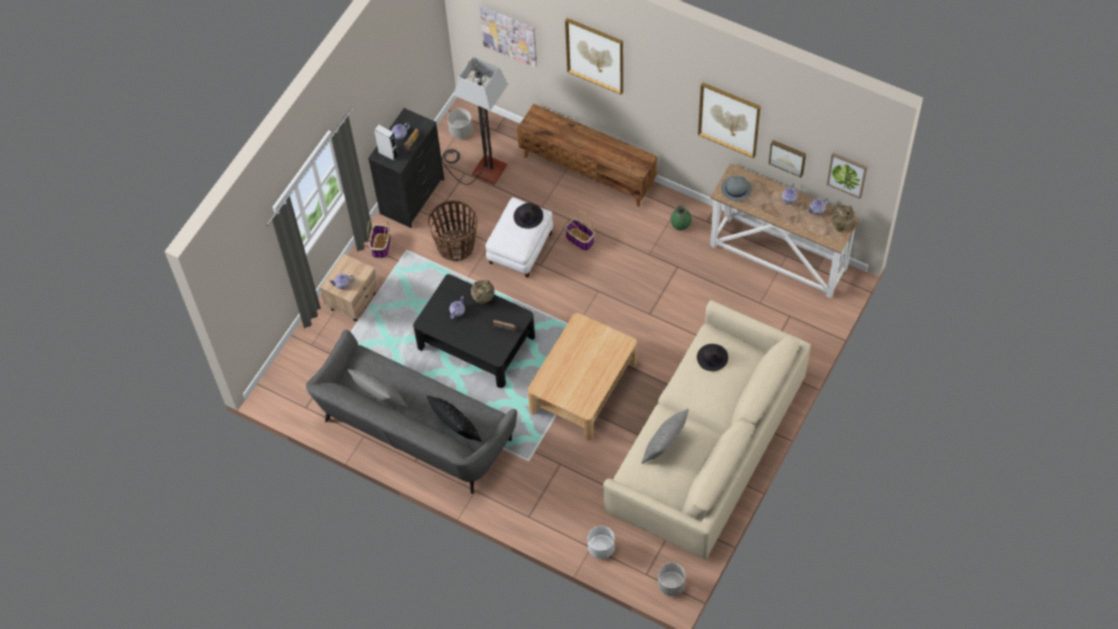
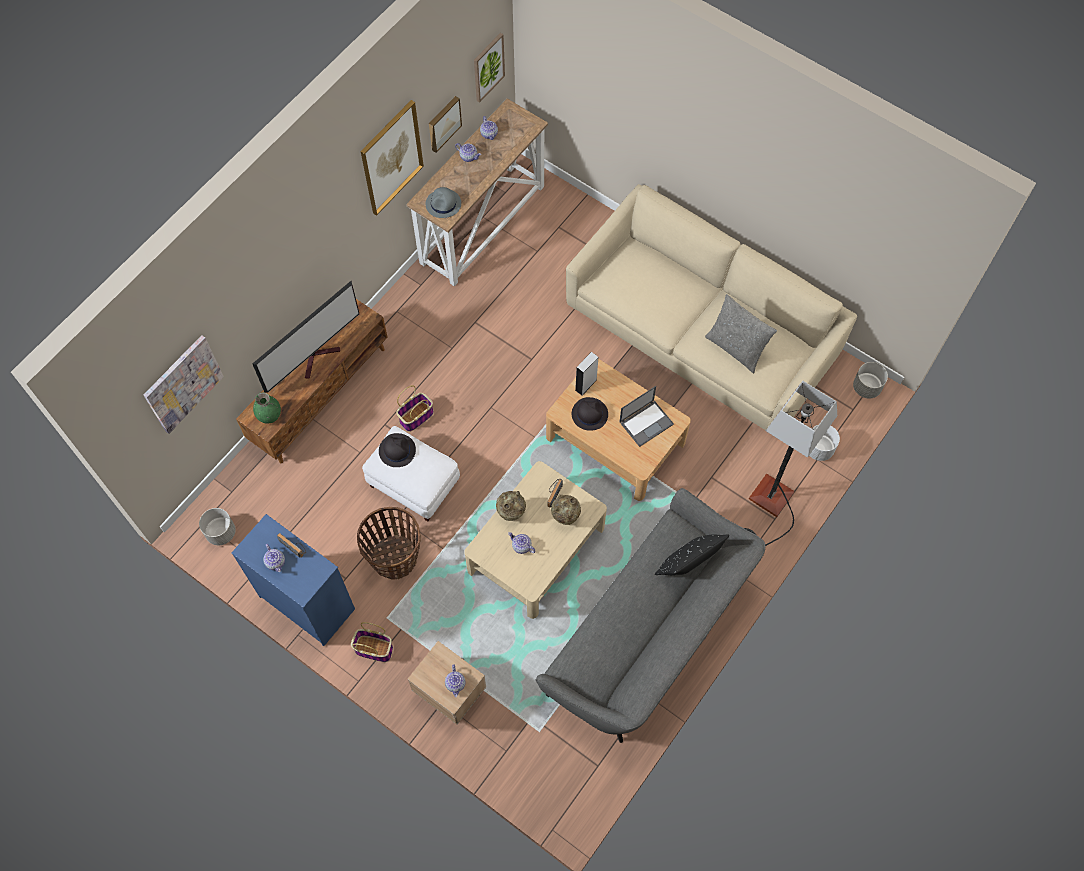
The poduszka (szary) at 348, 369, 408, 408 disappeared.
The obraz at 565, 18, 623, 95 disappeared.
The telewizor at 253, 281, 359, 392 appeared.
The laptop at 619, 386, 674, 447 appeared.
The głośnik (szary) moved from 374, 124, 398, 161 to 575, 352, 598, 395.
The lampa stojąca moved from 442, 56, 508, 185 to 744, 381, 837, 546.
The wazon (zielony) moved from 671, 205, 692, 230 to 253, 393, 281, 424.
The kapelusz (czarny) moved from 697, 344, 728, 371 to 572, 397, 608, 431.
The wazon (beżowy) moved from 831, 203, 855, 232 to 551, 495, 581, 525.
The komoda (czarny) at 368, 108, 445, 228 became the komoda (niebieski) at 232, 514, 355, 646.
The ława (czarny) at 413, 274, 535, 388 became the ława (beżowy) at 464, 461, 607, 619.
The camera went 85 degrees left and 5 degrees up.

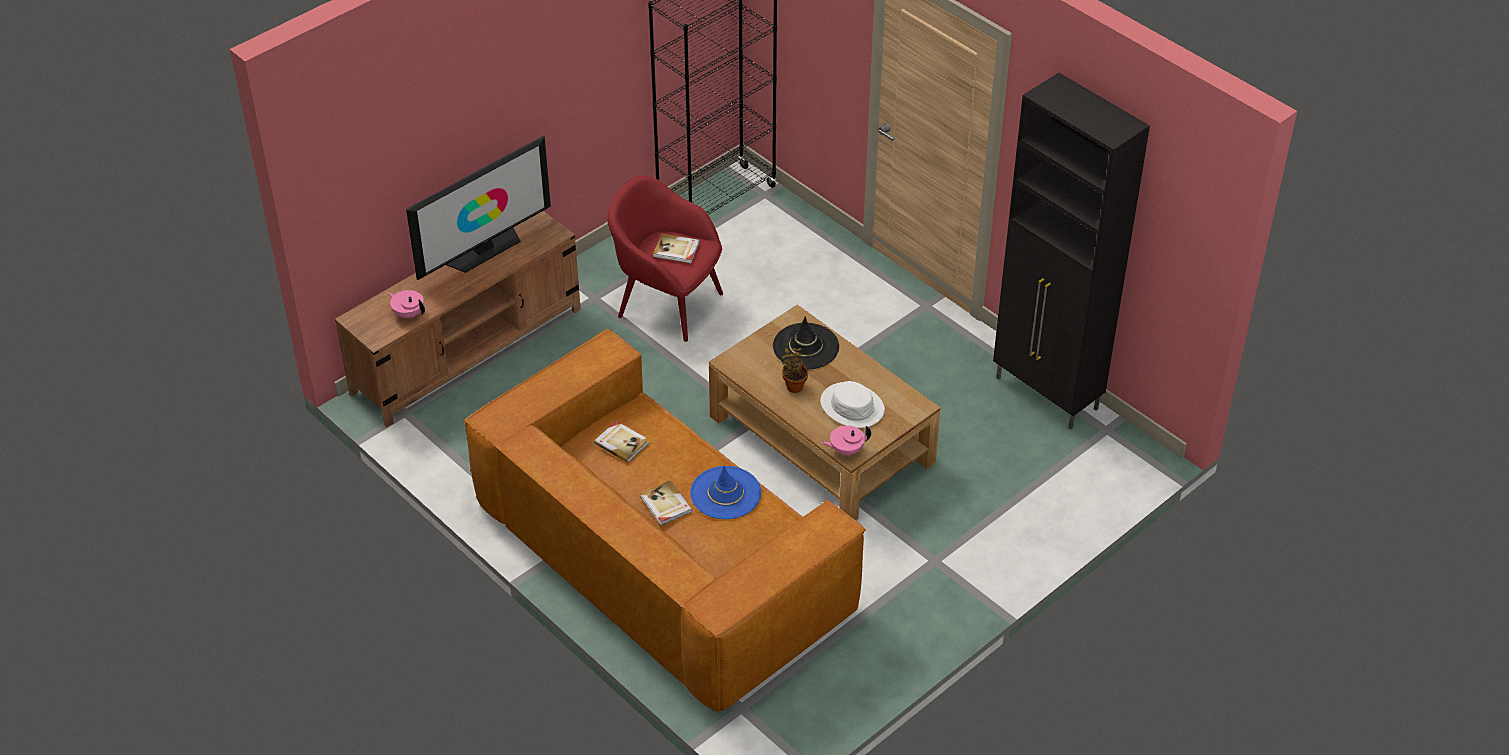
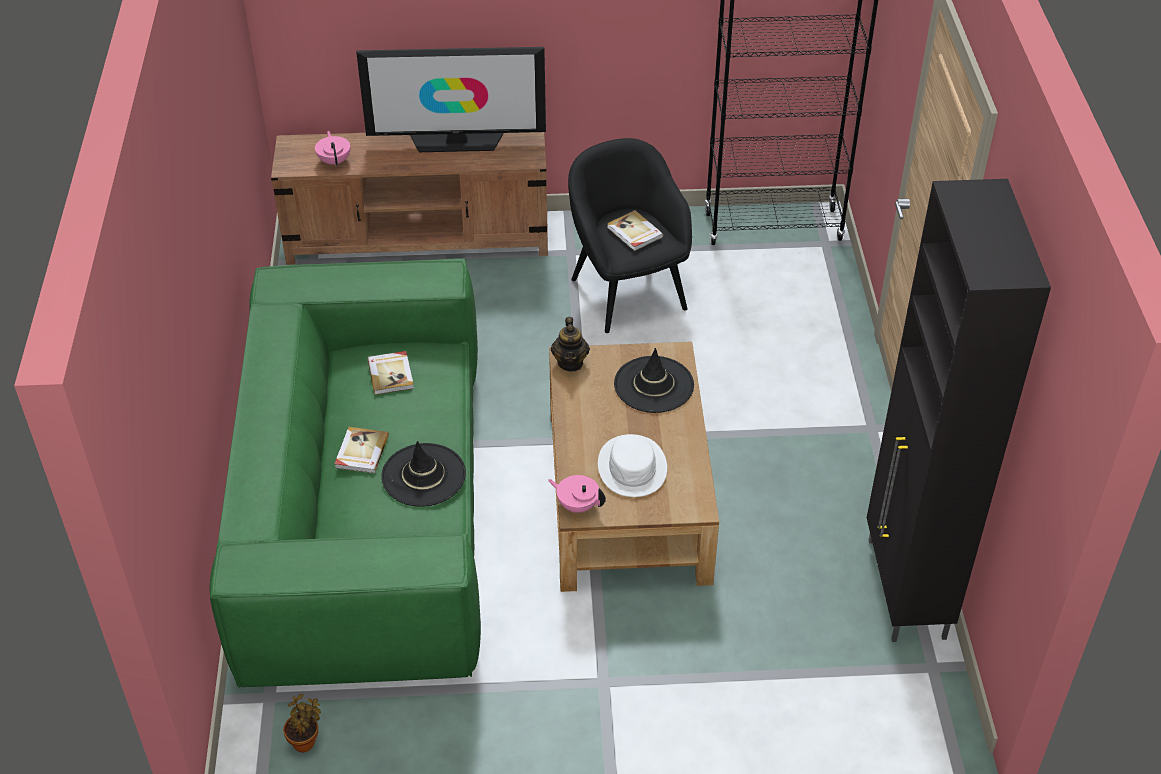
The imbryk at 551, 317, 590, 372 appeared.
The roślina doniczkowa moved from 782, 348, 808, 393 to 283, 694, 321, 753.
The kanapa (brązowy) at 464, 329, 866, 714 became the kanapa (zielony) at 210, 258, 481, 688.
The fotel (czerwony) at 607, 176, 723, 342 became the fotel (czarny) at 568, 138, 692, 333.
The kapelusz (niebieski) at 690, 466, 761, 519 became the kapelusz (czarny) at 381, 441, 466, 507.
The camera went 40 degrees right and 0 degrees up.

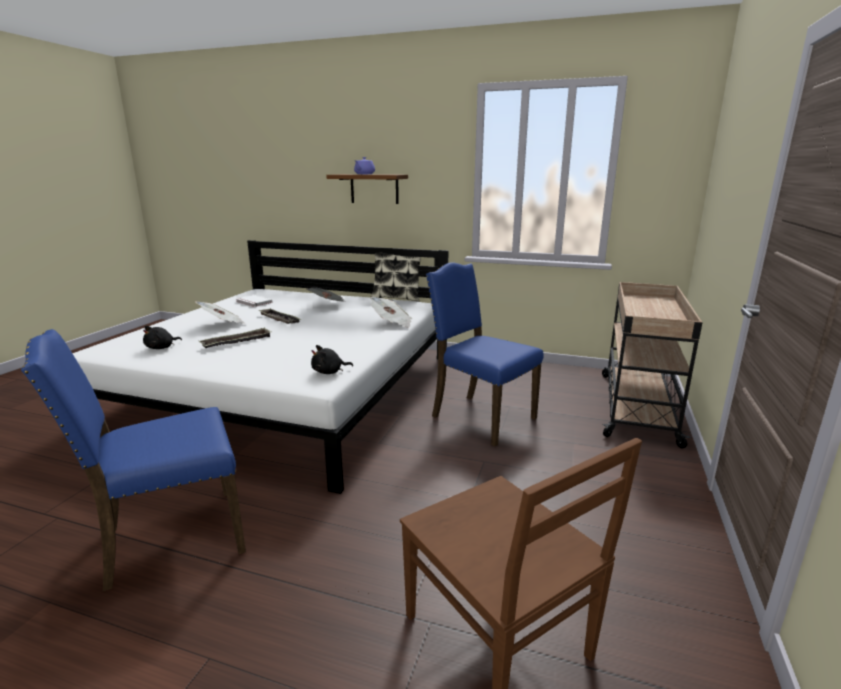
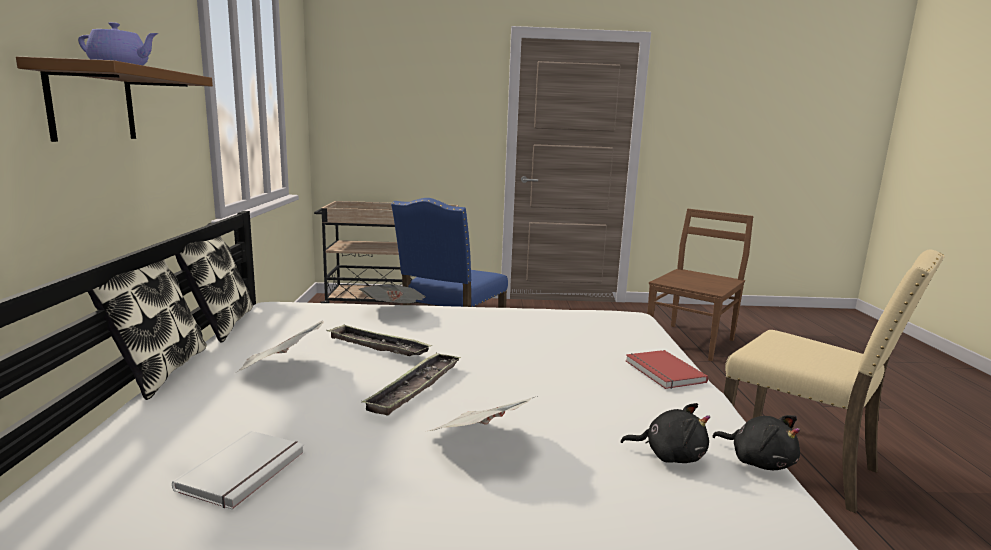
The poduszka at 88, 260, 207, 400 appeared.
The książka (czerwony) at 625, 350, 708, 389 appeared.
The taca moved from 199, 327, 271, 348 to 326, 324, 432, 356.
The pluszak (czarny) moved from 311, 345, 353, 374 to 712, 415, 800, 470.
The krzesło (niebieski) at 21, 329, 246, 591 became the krzesło (beżowy) at 724, 250, 945, 513.
The camera went 110 degrees left and 5 degrees down.

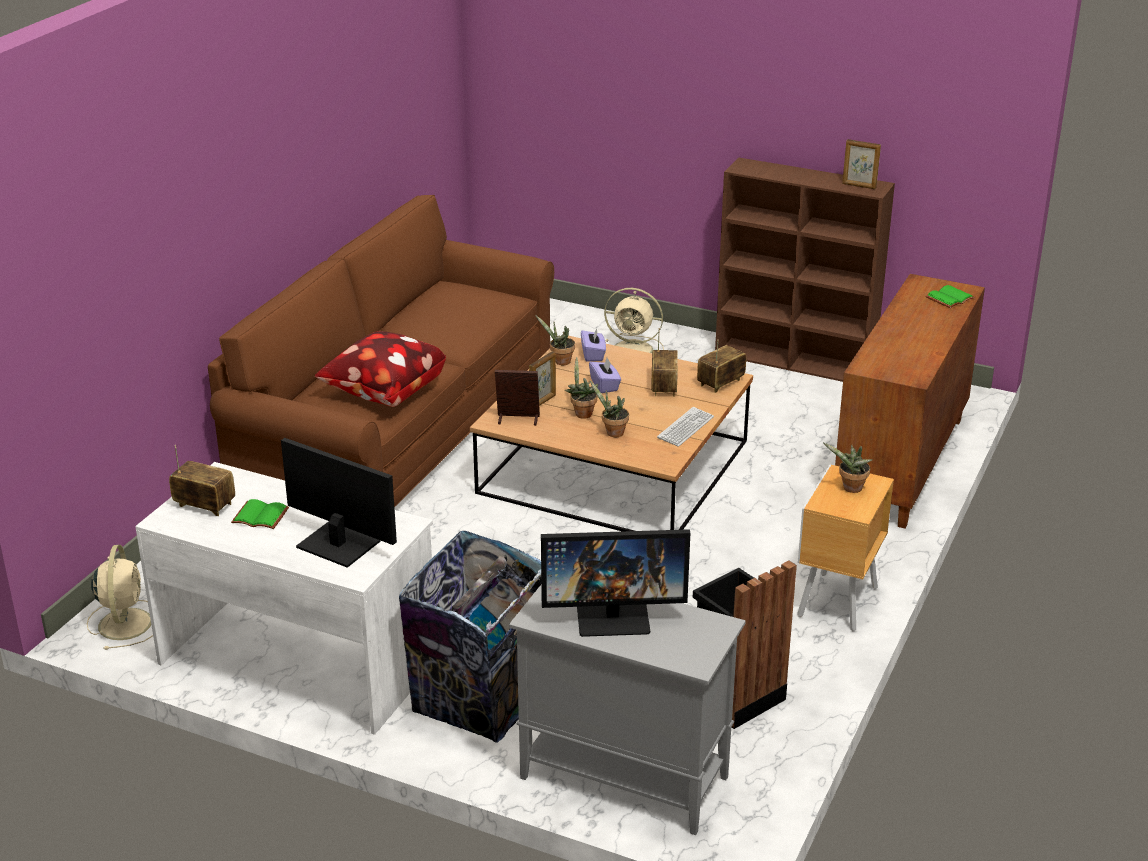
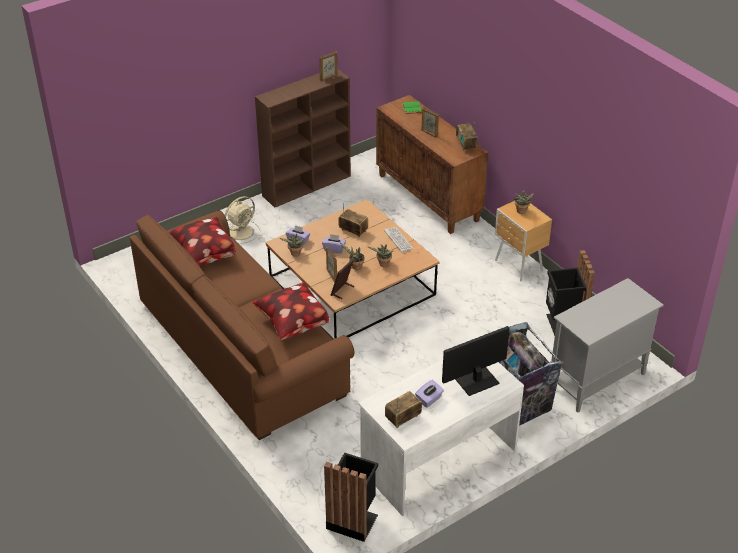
The monitor at 541, 529, 690, 637 disappeared.
The poduszka at 169, 217, 236, 265 appeared.
The ramka na zdjęcie at 421, 107, 439, 138 appeared.
The radio moved from 697, 339, 746, 393 to 456, 122, 478, 151.
The wentylator (beżowy) at 87, 545, 153, 650 was replaced by the kosz na śmieci (czarny) at 324, 452, 378, 542.
The książka (zielony) at 231, 499, 289, 529 was replaced by the pudełko chusteczek (fioletowy) at 415, 380, 444, 408.
The camera went 60 degrees left and 10 degrees up.

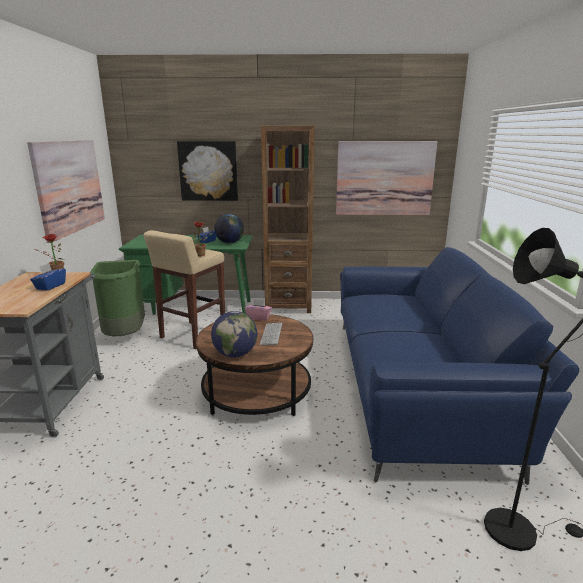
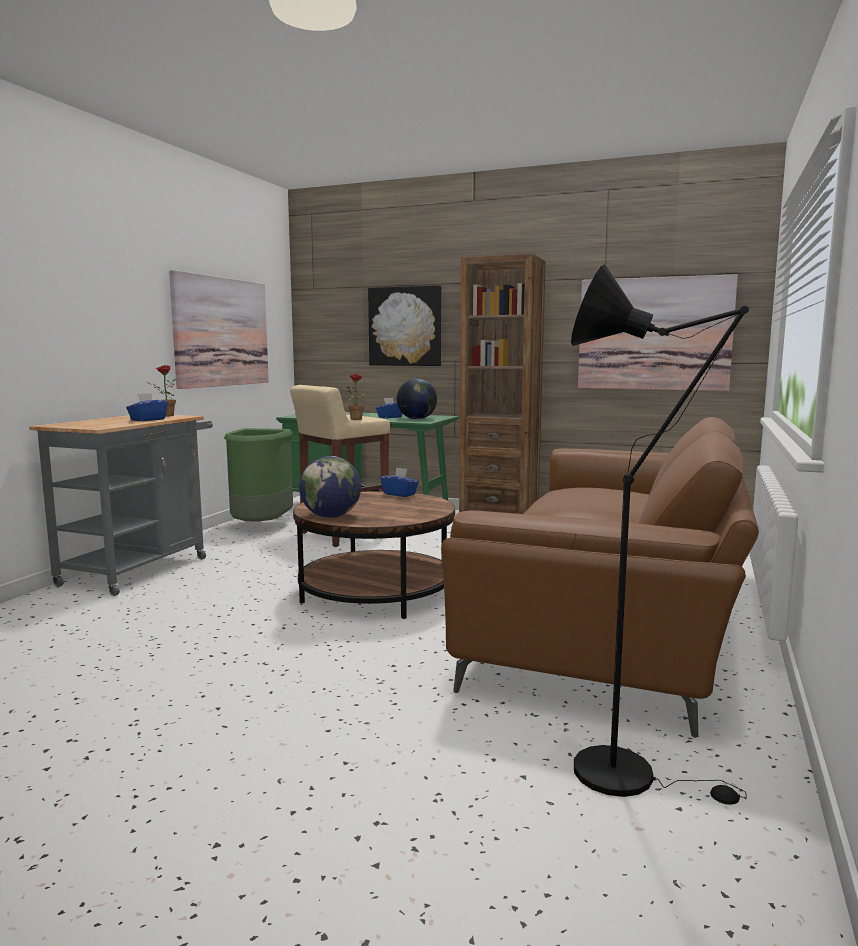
The klawiatura at 260, 323, 282, 345 disappeared.
The pudełko chusteczek (różowy) at 245, 299, 272, 321 became the pudełko chusteczek (niebieski) at 380, 467, 419, 497.
The kanapa (niebieski) at 340, 247, 579, 485 became the kanapa (brązowy) at 441, 417, 759, 738.
The camera went 20 degrees right and 10 degrees down.

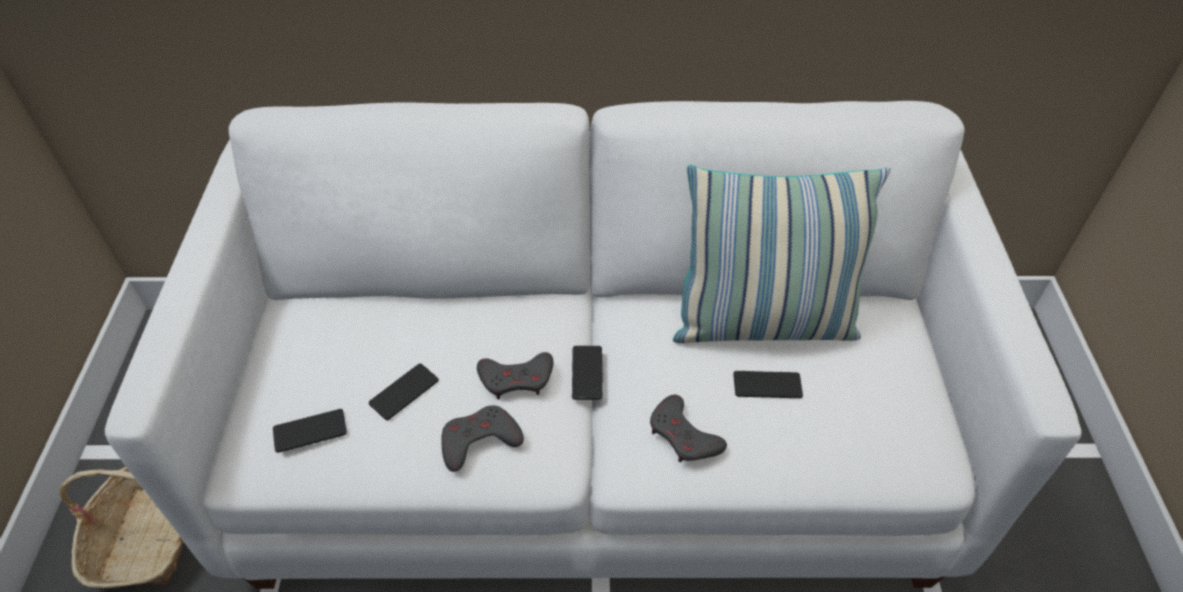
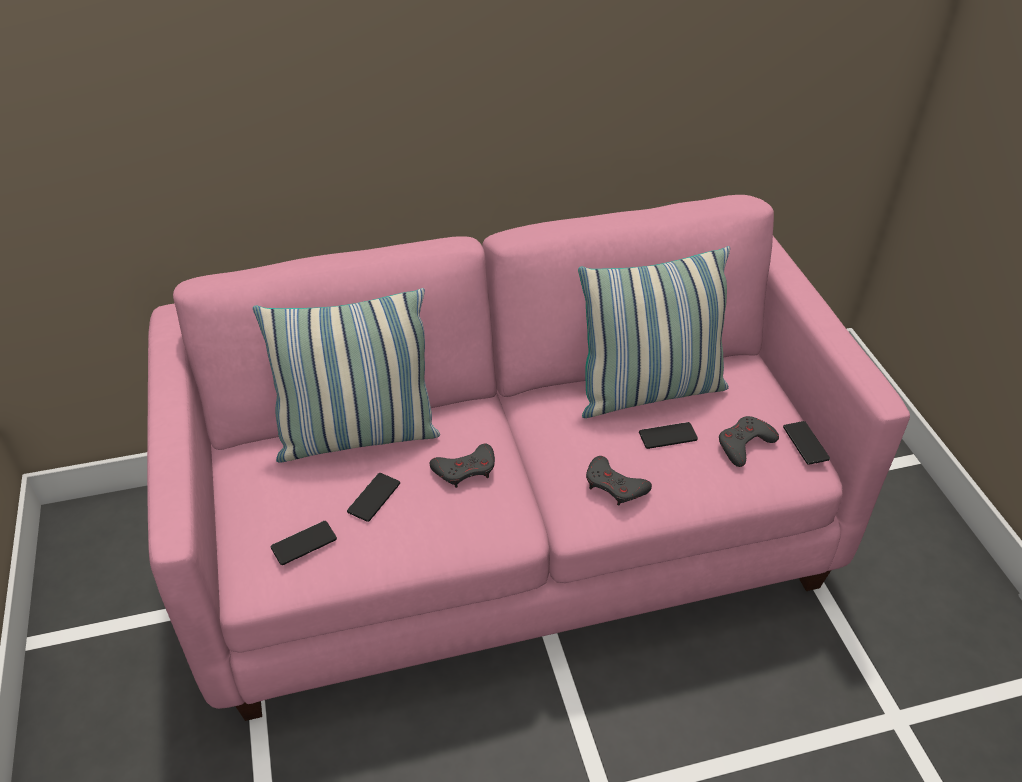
The koszyk at 59, 467, 183, 589 disappeared.
The poduszka at 253, 288, 440, 463 appeared.
The pad do gier (szary) moved from 441, 405, 524, 472 to 719, 416, 779, 467.
The telefon moved from 572, 346, 603, 400 to 783, 421, 830, 465.
The kanapa (biały) at 105, 101, 1082, 589 became the kanapa (różowy) at 147, 195, 910, 721.
The camera went 15 degrees left and 5 degrees down.

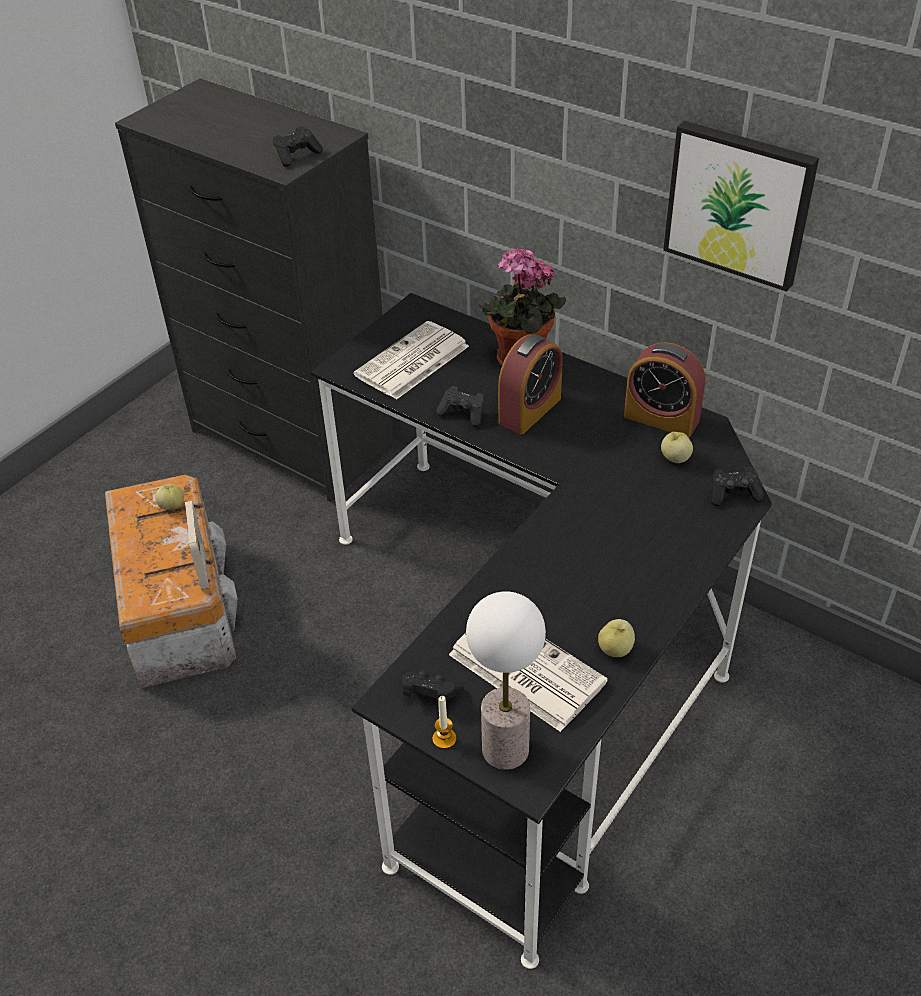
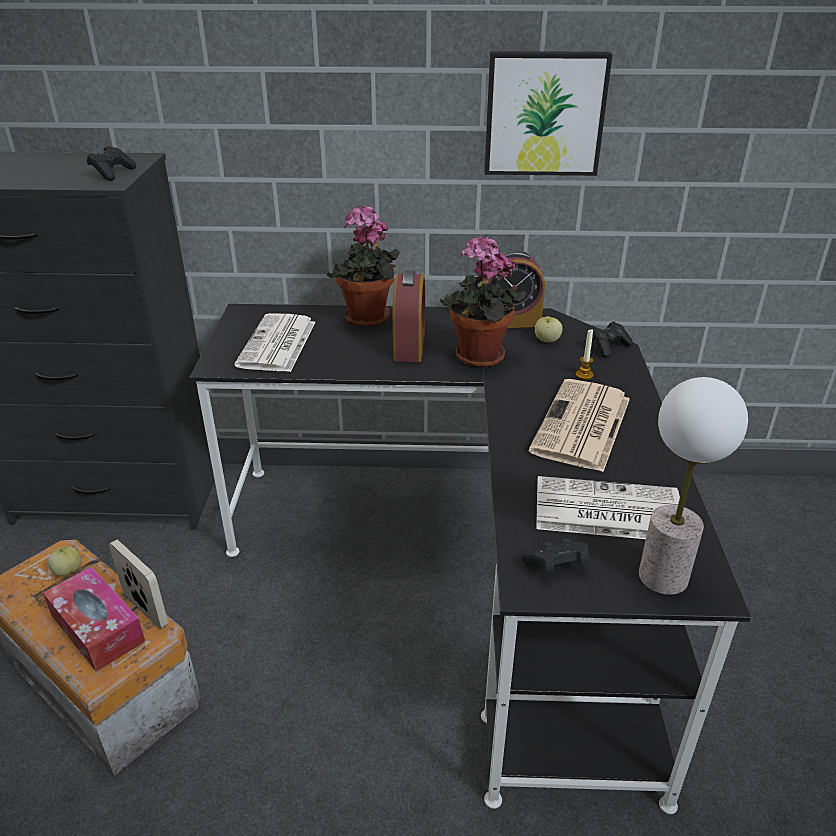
The pad do gier (czarny) at 436, 386, 485, 427 disappeared.
The jabłko at 598, 619, 635, 657 disappeared.
The pudełko chusteczek at 43, 567, 145, 672 appeared.
The roślina doniczkowa at 440, 236, 526, 368 appeared.
The gazeta at 529, 379, 630, 472 appeared.
The świeca moved from 433, 696, 456, 749 to 576, 329, 593, 380.
The camera went 35 degrees left and 10 degrees down.

